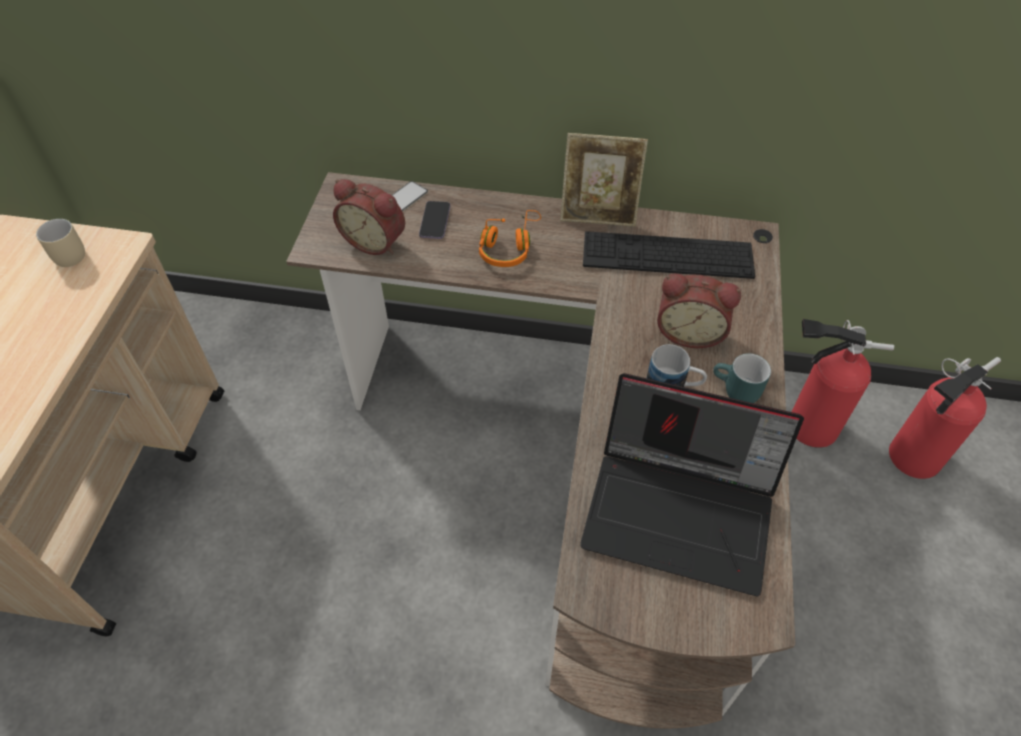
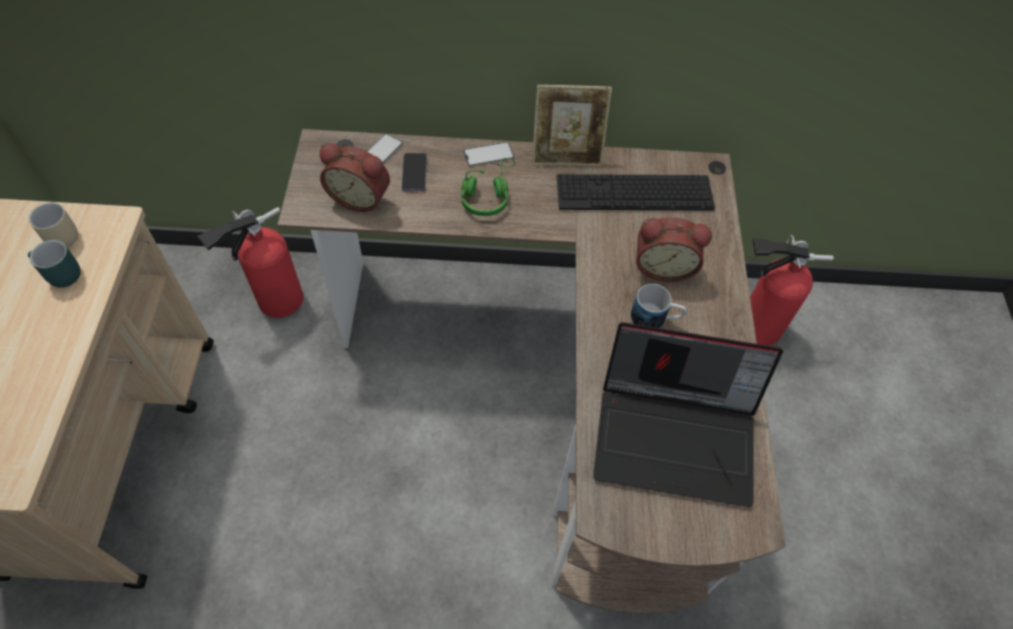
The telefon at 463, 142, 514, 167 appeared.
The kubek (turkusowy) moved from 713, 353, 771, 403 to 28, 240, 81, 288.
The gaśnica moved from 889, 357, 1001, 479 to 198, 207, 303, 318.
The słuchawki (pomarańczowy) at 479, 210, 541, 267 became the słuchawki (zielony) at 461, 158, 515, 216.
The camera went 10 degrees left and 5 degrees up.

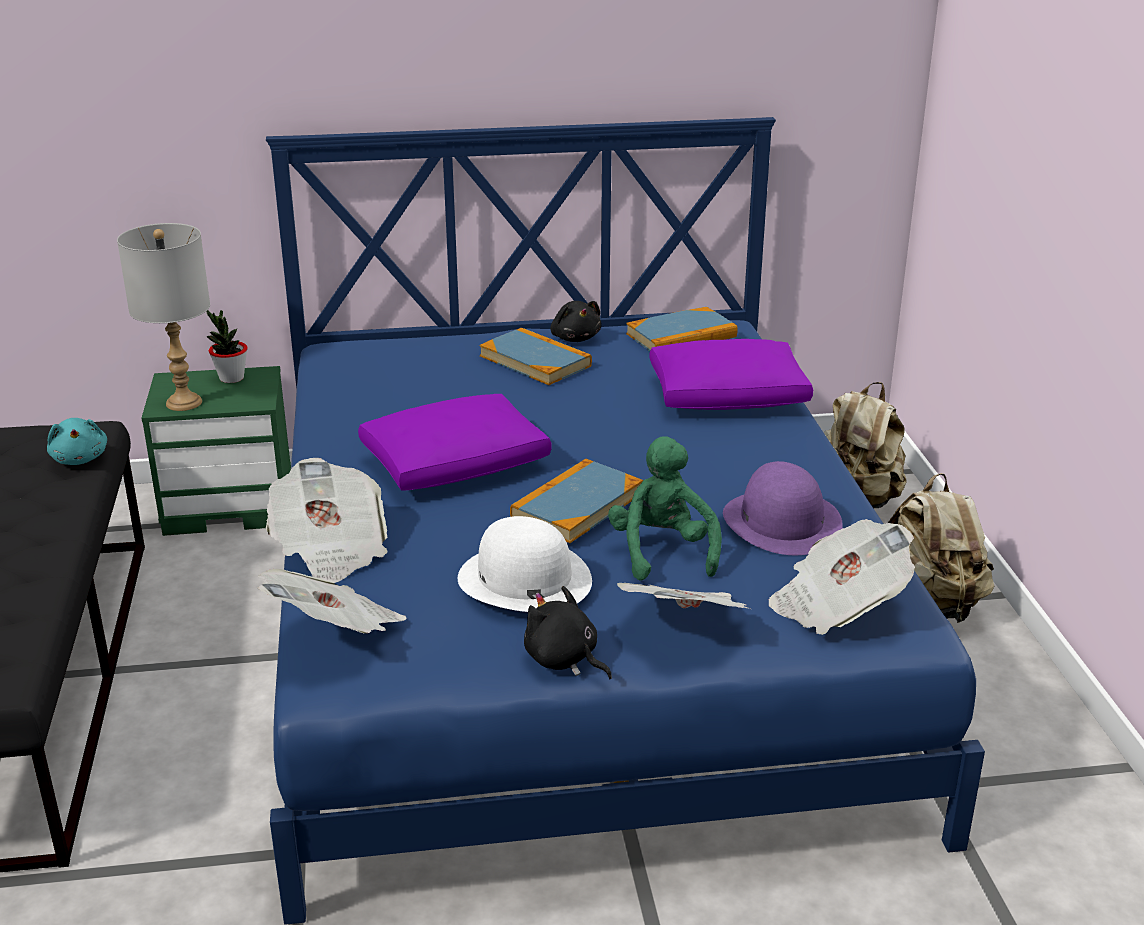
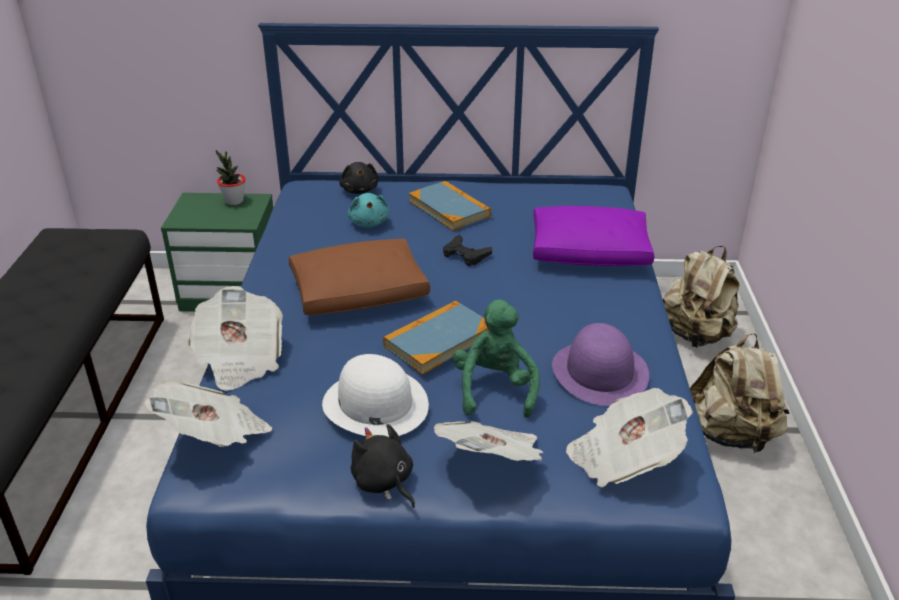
The lampa stołowa (szary) at 117, 223, 210, 411 disappeared.
The książka at 626, 307, 738, 351 disappeared.
The pad do gier (czarny) at 443, 234, 492, 266 appeared.
The pluszak (turkusowy) moved from 47, 418, 107, 465 to 348, 193, 389, 227.
The pluszak (czarny) moved from 550, 301, 601, 342 to 339, 162, 378, 194.
The poduszka (fioletowy) at 358, 394, 552, 491 became the poduszka (brązowy) at 289, 239, 430, 315.
The camera went 10 degrees right and 5 degrees up.

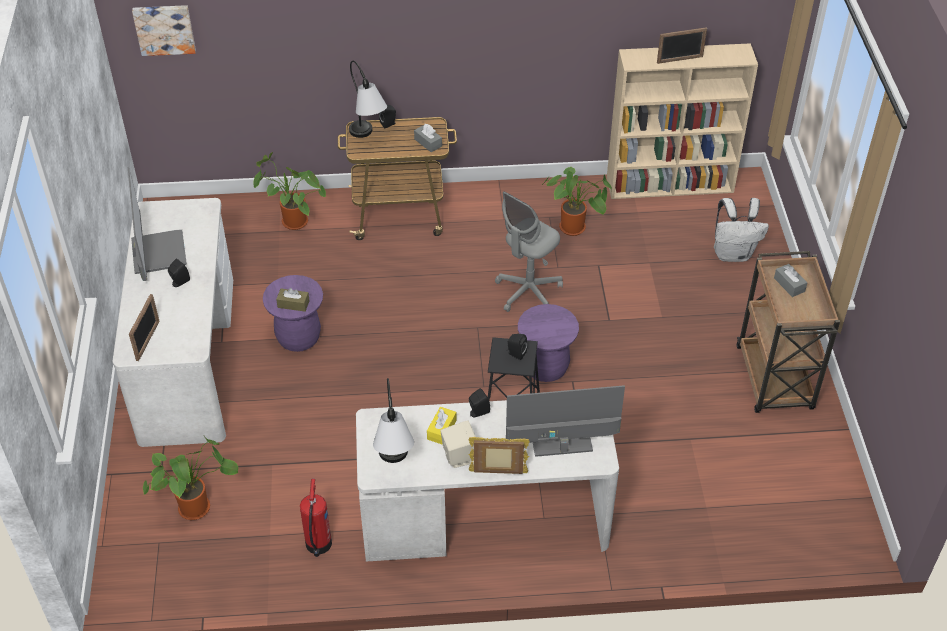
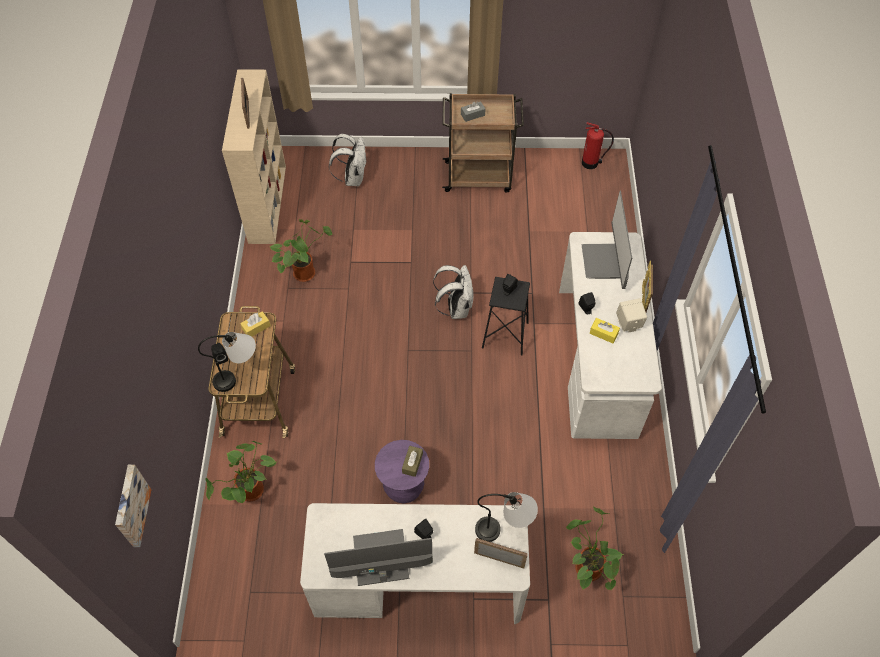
The krzesło biurowe (szary) at 495, 191, 563, 312 disappeared.
The gaśnica moved from 300, 479, 332, 557 to 582, 122, 614, 169.
The lampa stołowa moved from 373, 378, 414, 463 to 475, 492, 538, 542.
The stołek (fioletowy) at 518, 304, 579, 382 was replaced by the plecak (biały) at 433, 265, 473, 319.
The pudełko chusteczek (szary) at 414, 123, 442, 152 became the pudełko chusteczek (żółty) at 240, 311, 271, 336.
The camera went 85 degrees left and 10 degrees up.

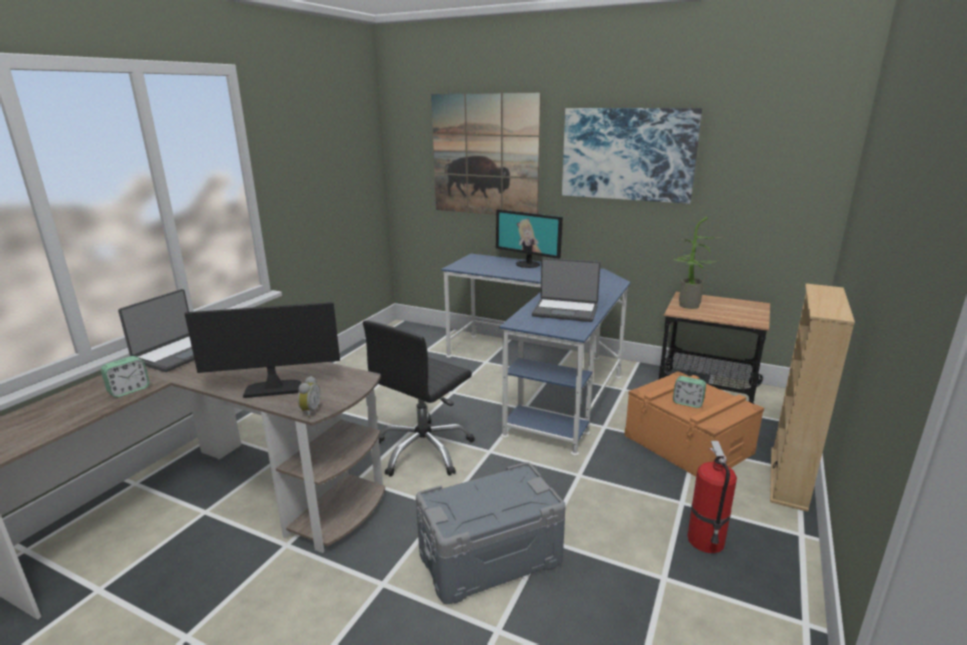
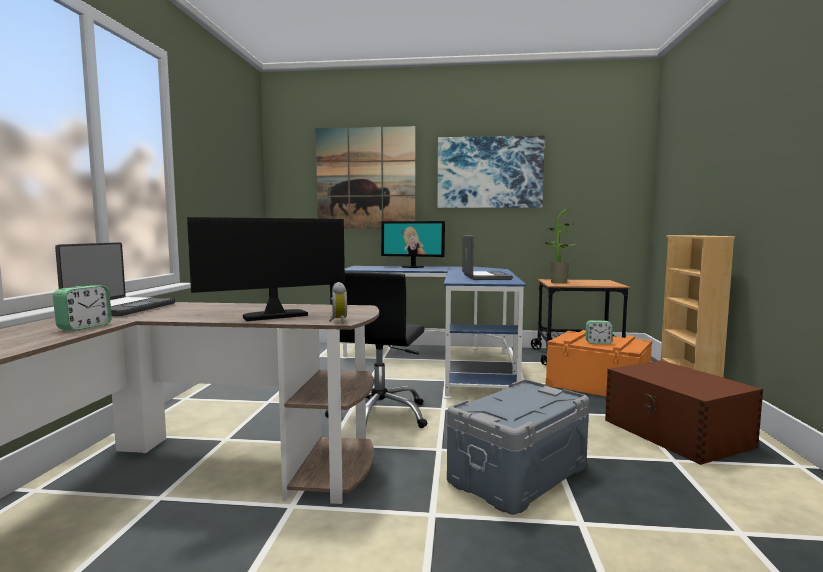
The gaśnica at 687, 441, 737, 553 was replaced by the pojemnik do przechowywania (brązowy) at 605, 360, 763, 465.
The laptop at 532, 258, 601, 322 turned 90 degrees counterclockwise.
The camera went 20 degrees left and 15 degrees down.

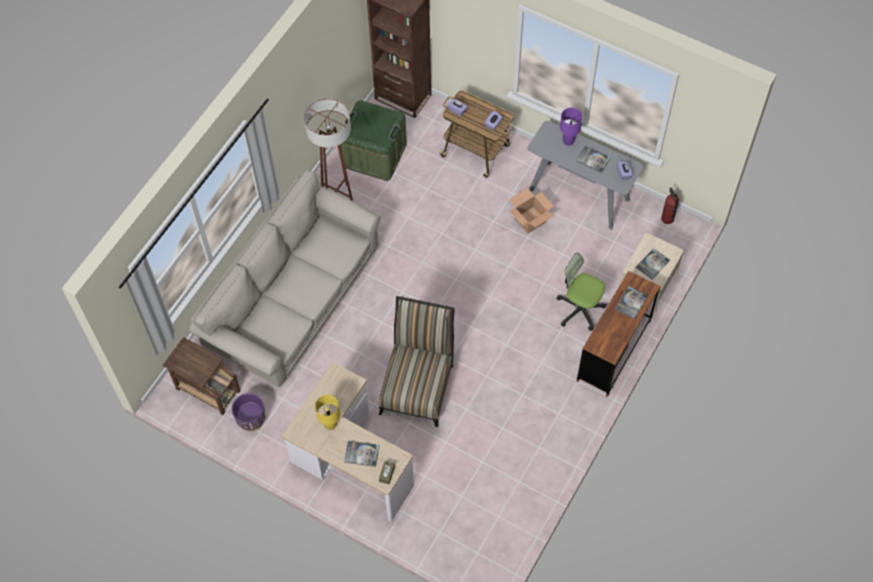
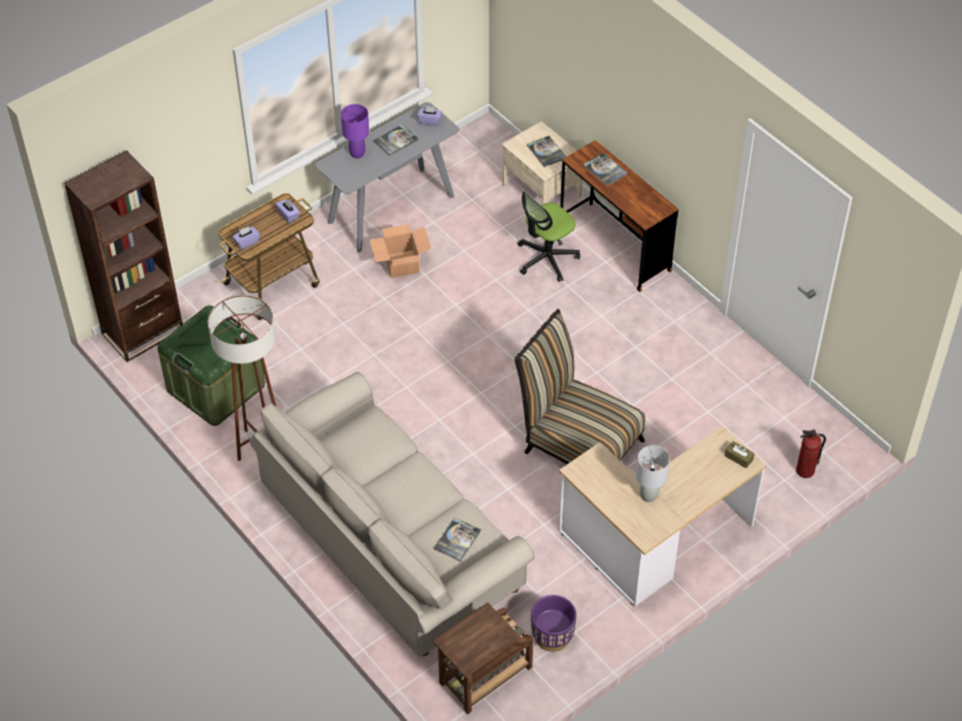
The książka moved from 344, 441, 380, 467 to 434, 518, 481, 562.
The gaśnica moved from 661, 187, 679, 224 to 796, 430, 826, 478.
The lampa stołowa (żółty) at 315, 395, 340, 430 became the lampa stołowa (szary) at 636, 446, 669, 502.
The camera went 70 degrees left and 10 degrees down.

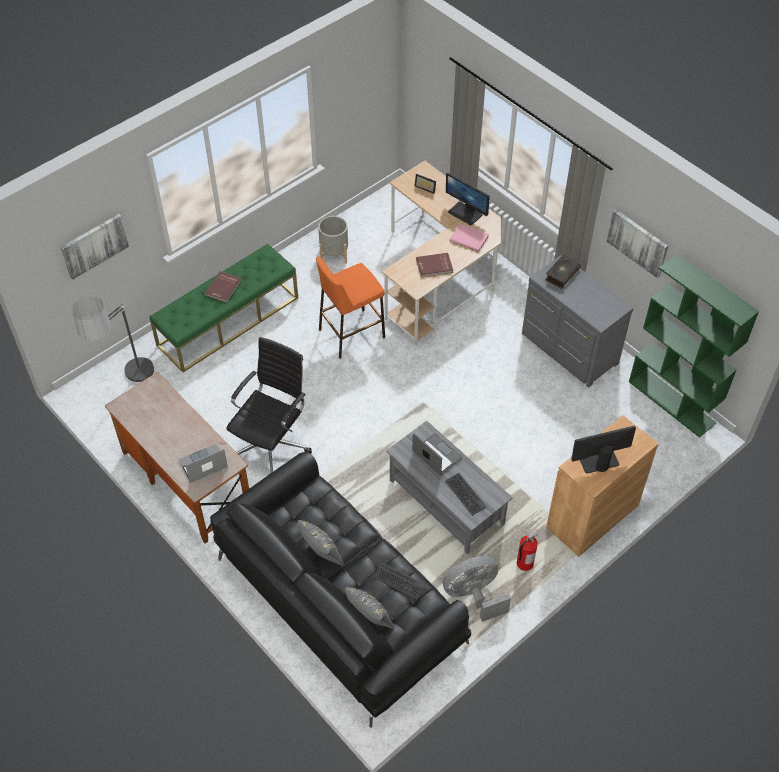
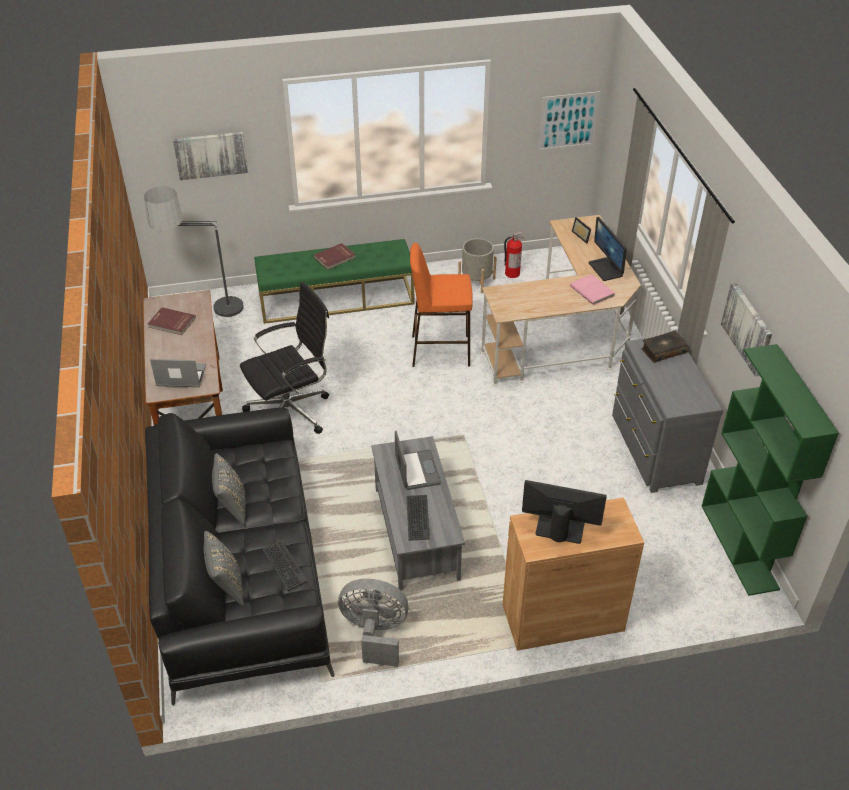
The obraz at 538, 91, 600, 151 appeared.
The książka (czerwony) moved from 416, 253, 453, 277 to 148, 307, 196, 335.
The gaśnica moved from 517, 529, 538, 571 to 504, 231, 524, 278.
The camera went 30 degrees right and 10 degrees down.

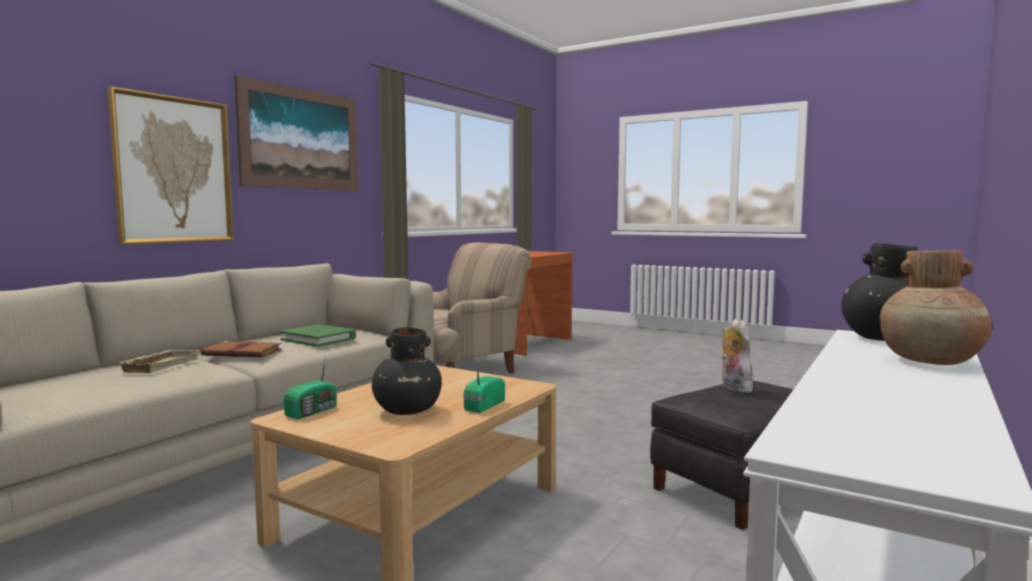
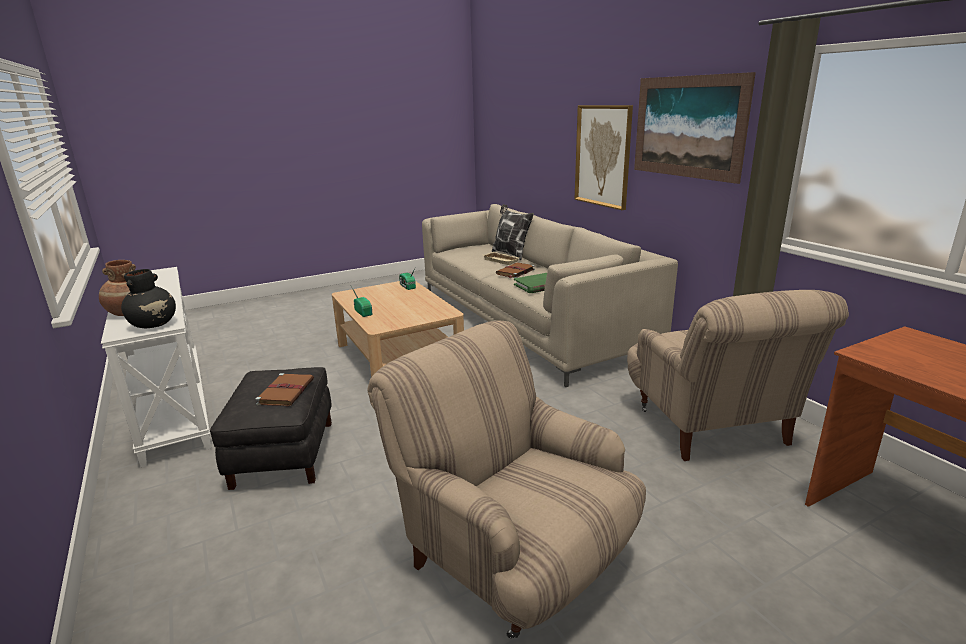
The wazon (czarny) at 372, 327, 442, 415 disappeared.
The fotel (beżowy) at 367, 321, 646, 638 appeared.
The poduszka at 492, 204, 534, 260 appeared.
The pluszak at 721, 319, 753, 393 was replaced by the książka (brązowy) at 255, 373, 314, 406.
The camera went 120 degrees right and 15 degrees up.

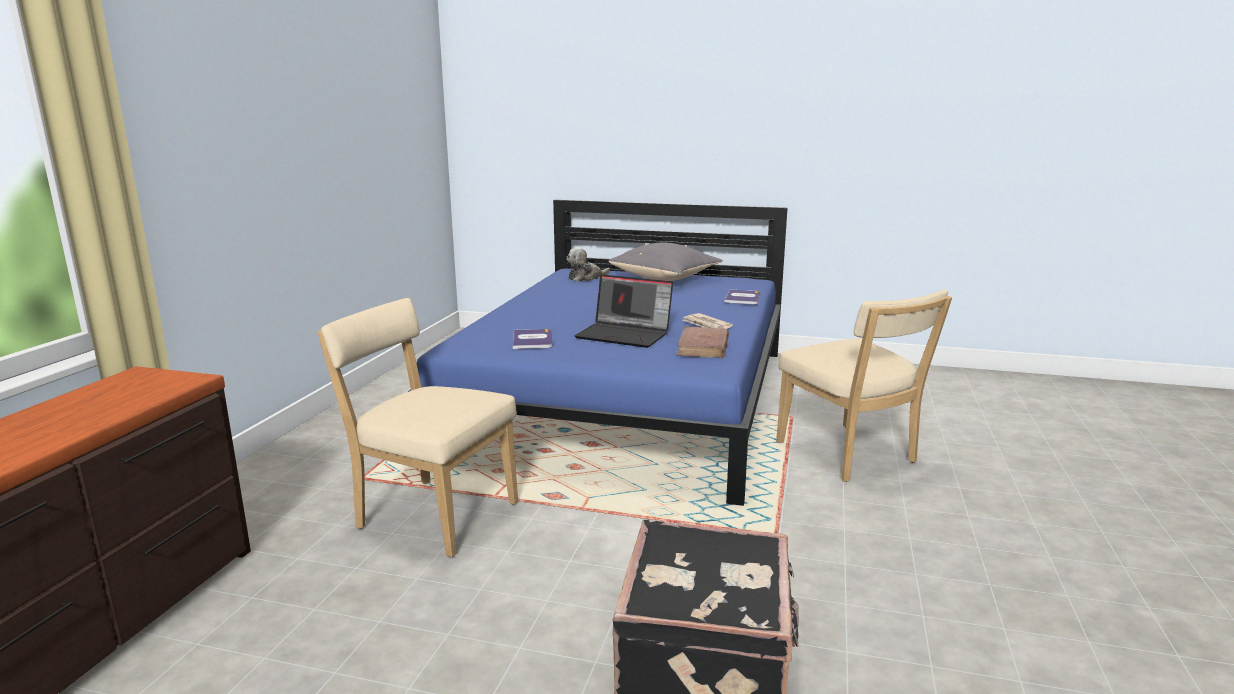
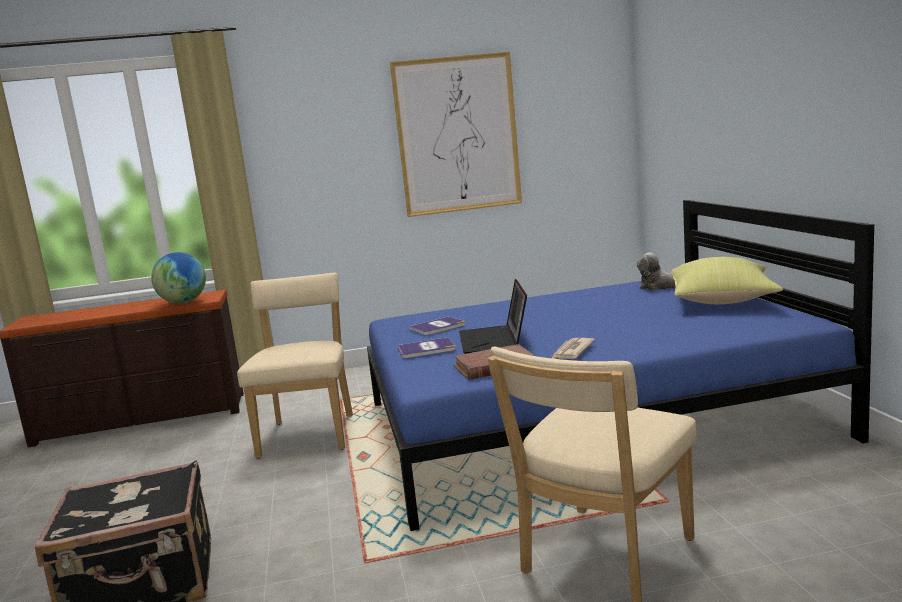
The globus at 151, 252, 206, 304 appeared.
The obraz at 390, 52, 522, 217 appeared.
The książka moved from 724, 289, 760, 304 to 397, 337, 456, 358.
The poduszka (szary) at 609, 243, 723, 281 became the poduszka (żółty) at 671, 257, 783, 304.
The camera went 65 degrees right and 5 degrees down.

